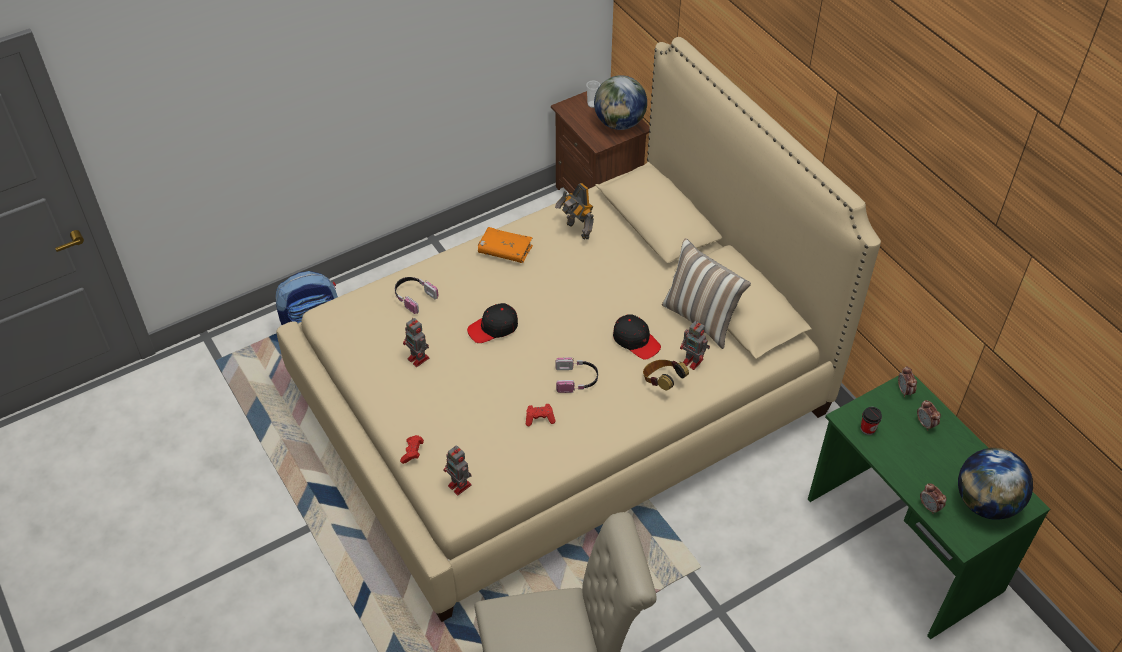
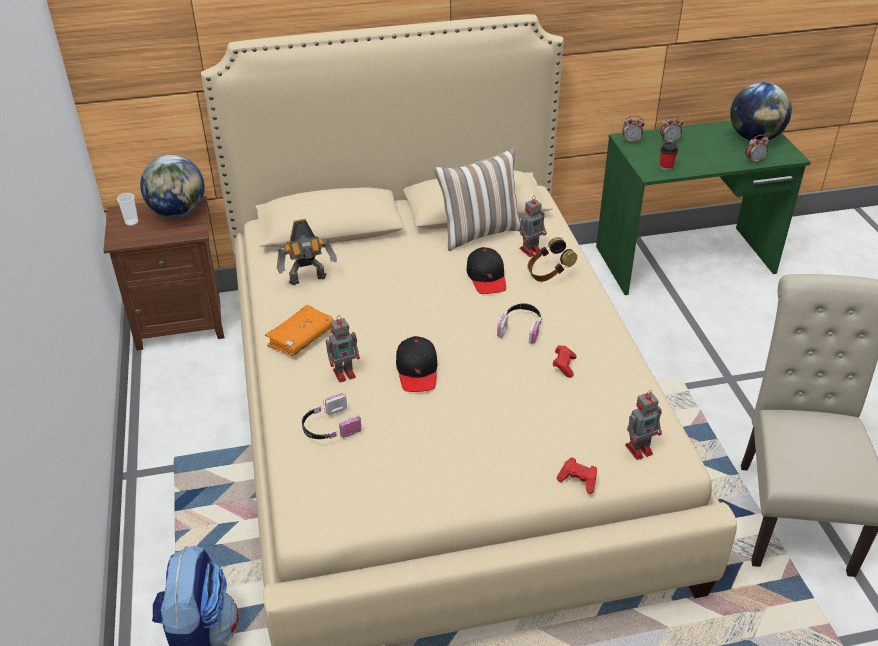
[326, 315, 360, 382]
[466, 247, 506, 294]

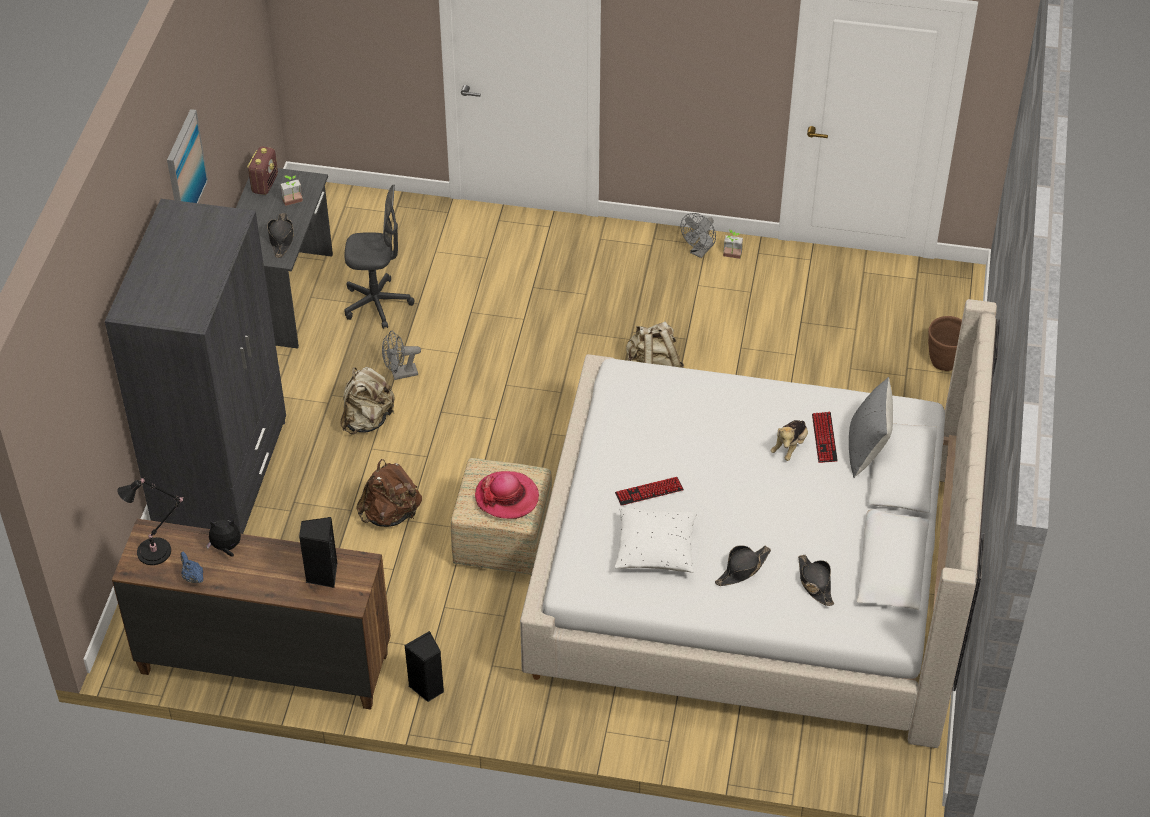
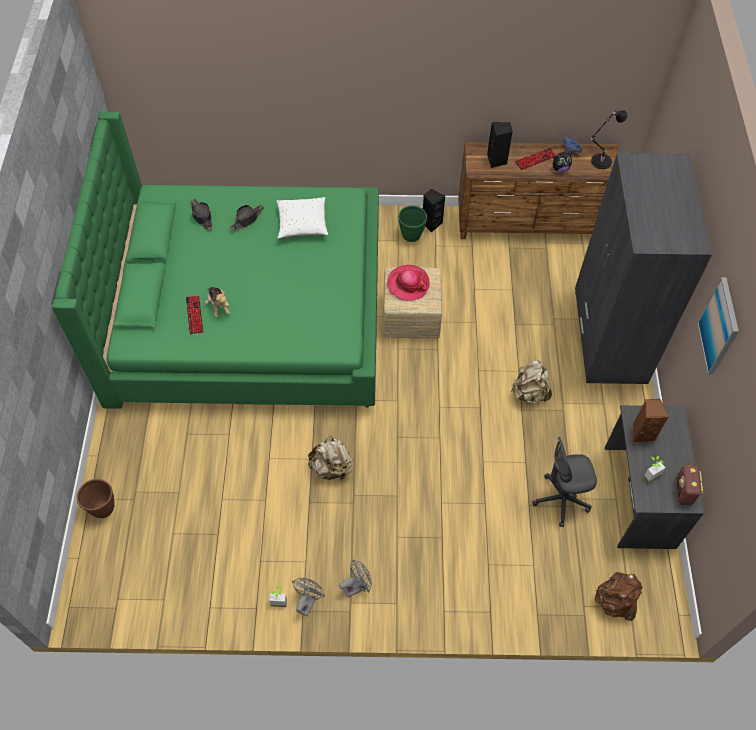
[849, 377, 893, 478] (first image)
[398, 205, 427, 242]
[595, 572, 643, 621]
[339, 560, 372, 598]
[515, 148, 556, 170]
[633, 399, 669, 443]
[52, 111, 379, 409]
[205, 287, 230, 317]

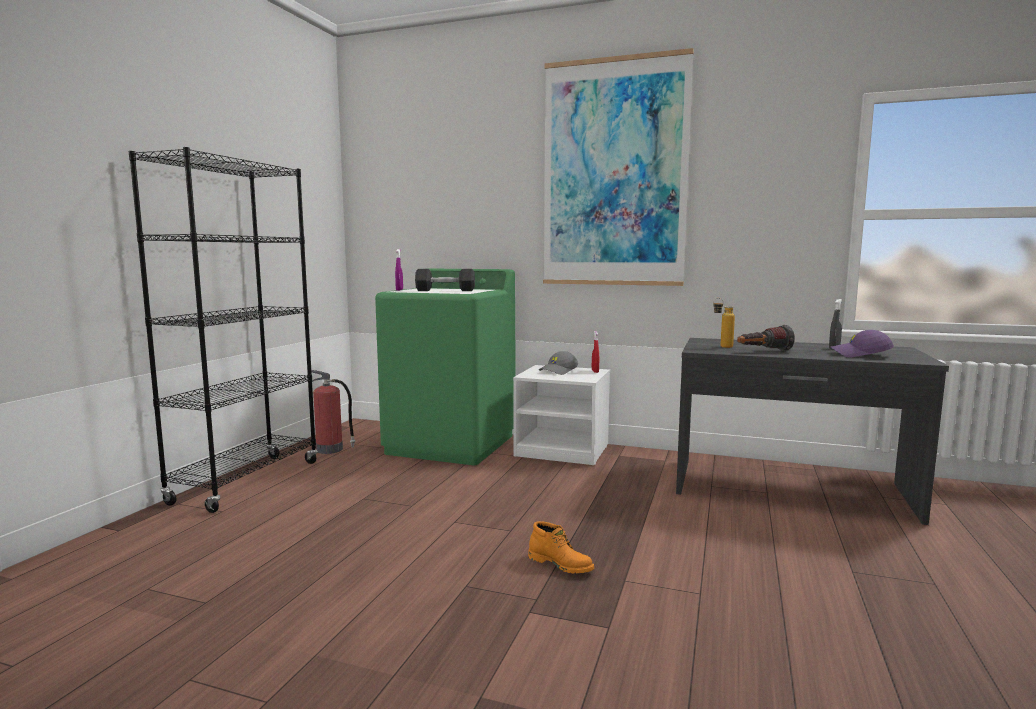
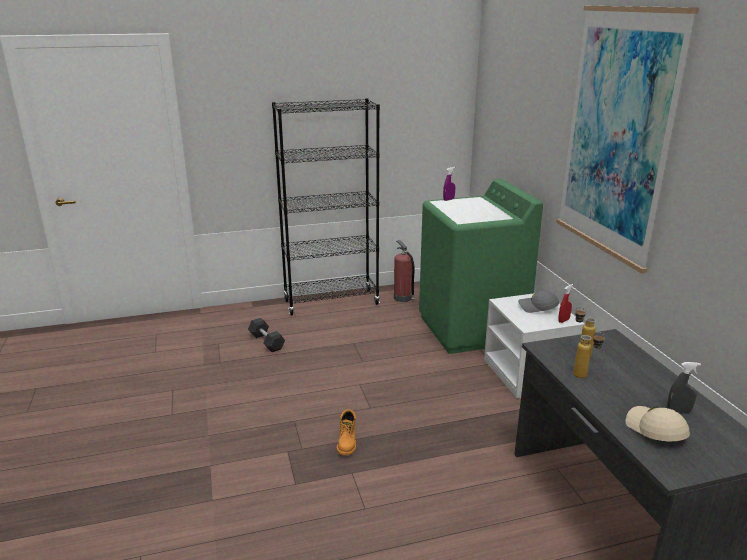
[248, 318, 285, 352]
[573, 332, 605, 378]
[625, 406, 690, 441]

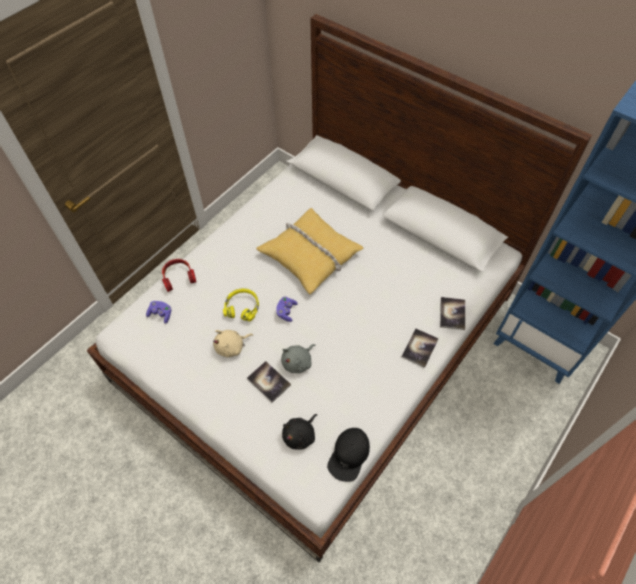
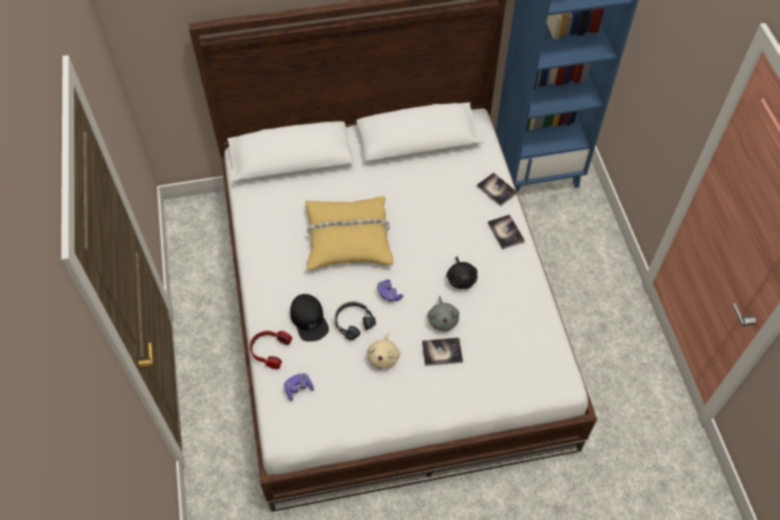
[446, 256, 477, 289]
[290, 294, 329, 342]
[335, 301, 376, 340]

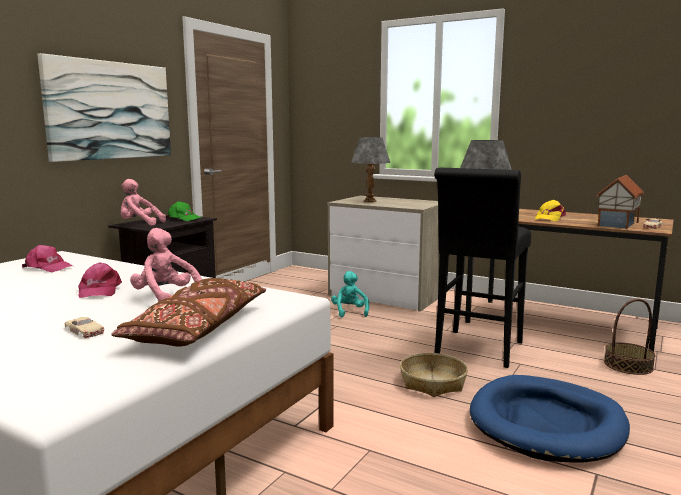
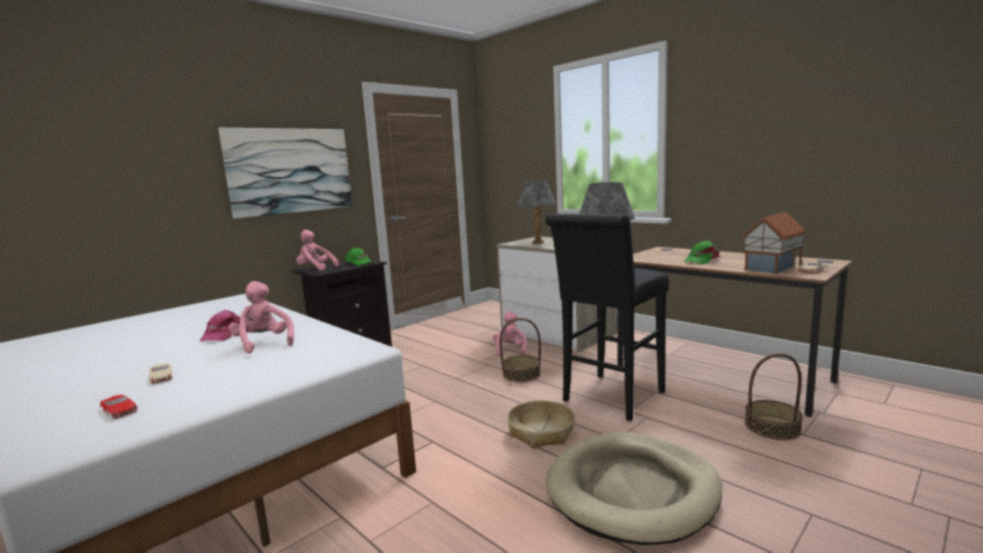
[22, 245, 74, 272] (first image)
[111, 278, 266, 347] (first image)
[100, 395, 138, 419]
[500, 318, 541, 382]
[493, 311, 527, 356]
[546, 432, 722, 545]
[684, 240, 719, 264]

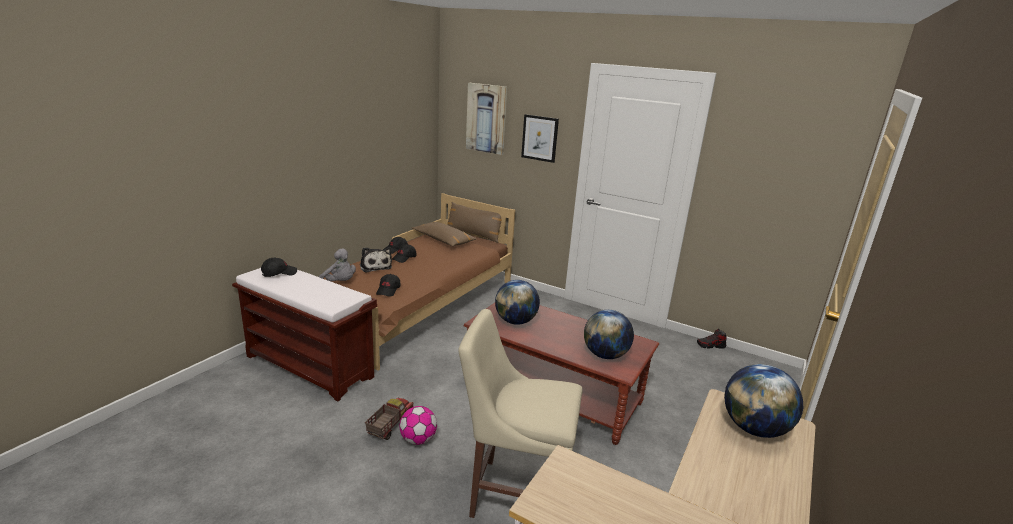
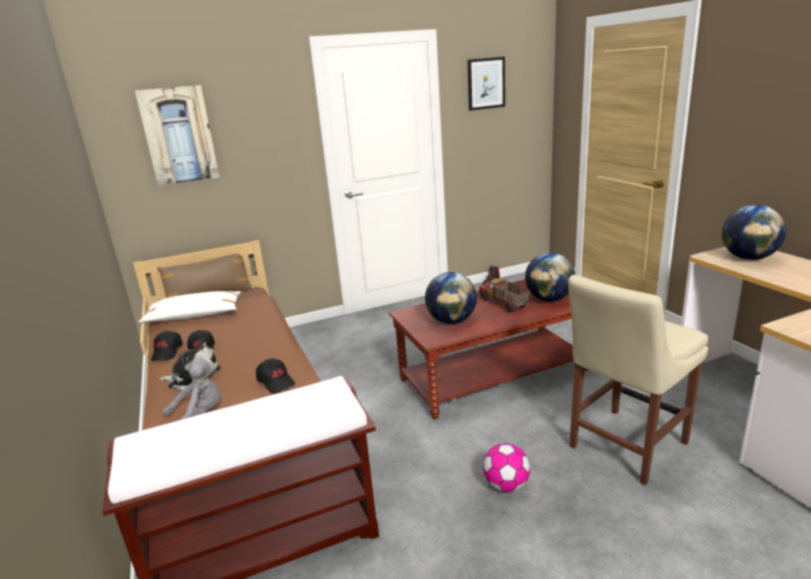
[261, 257, 297, 277] (first image)
[479, 278, 530, 312]
[467, 57, 505, 111]
[138, 291, 241, 322]

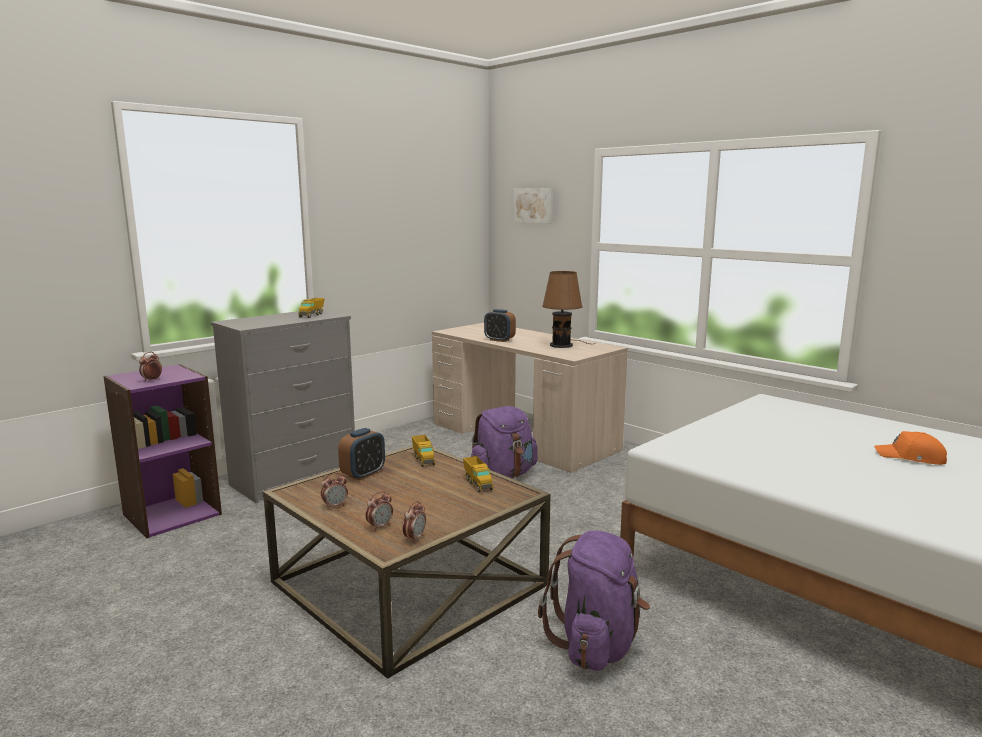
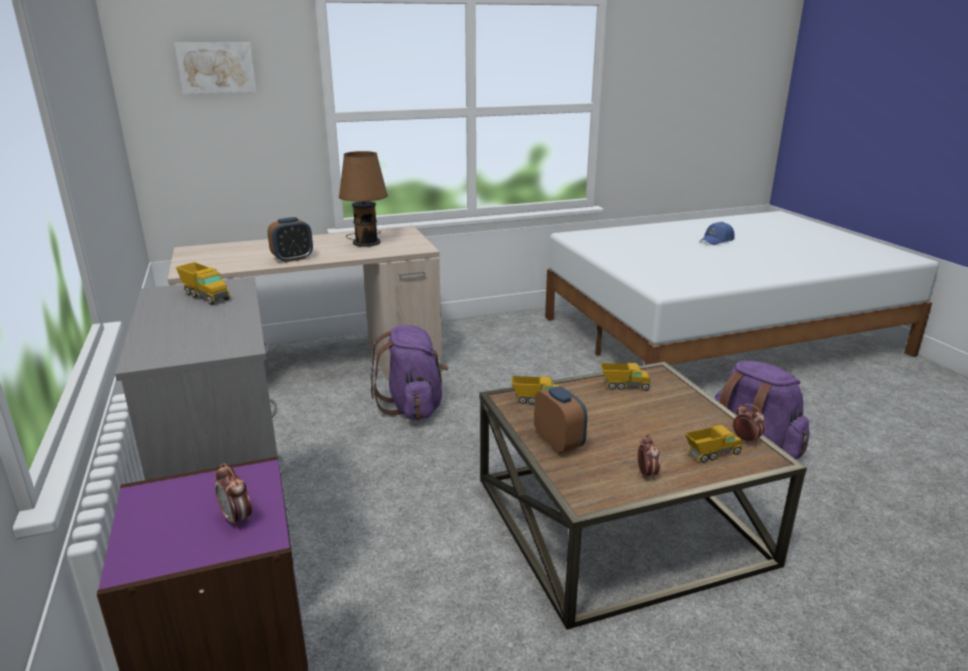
[685, 425, 742, 463]
[700, 222, 735, 245]

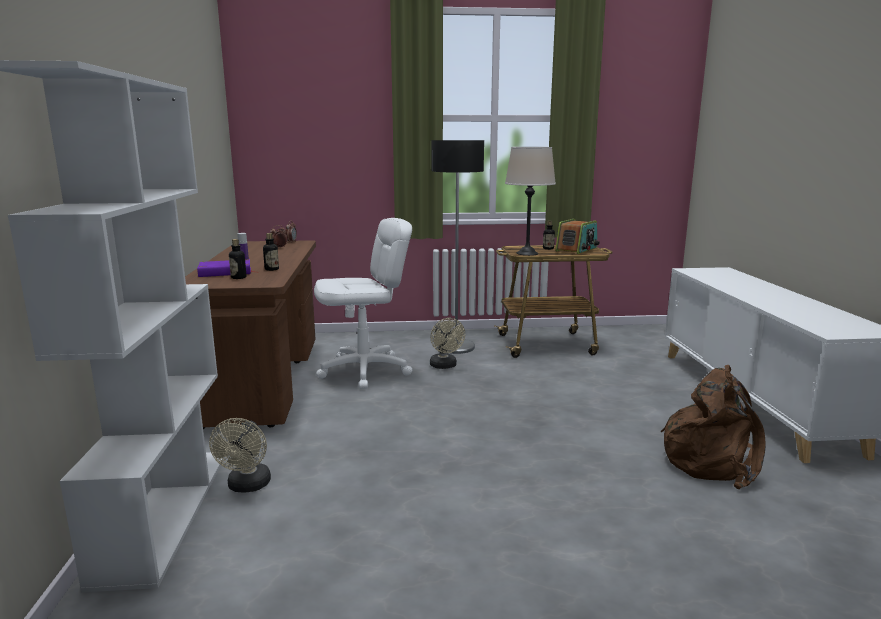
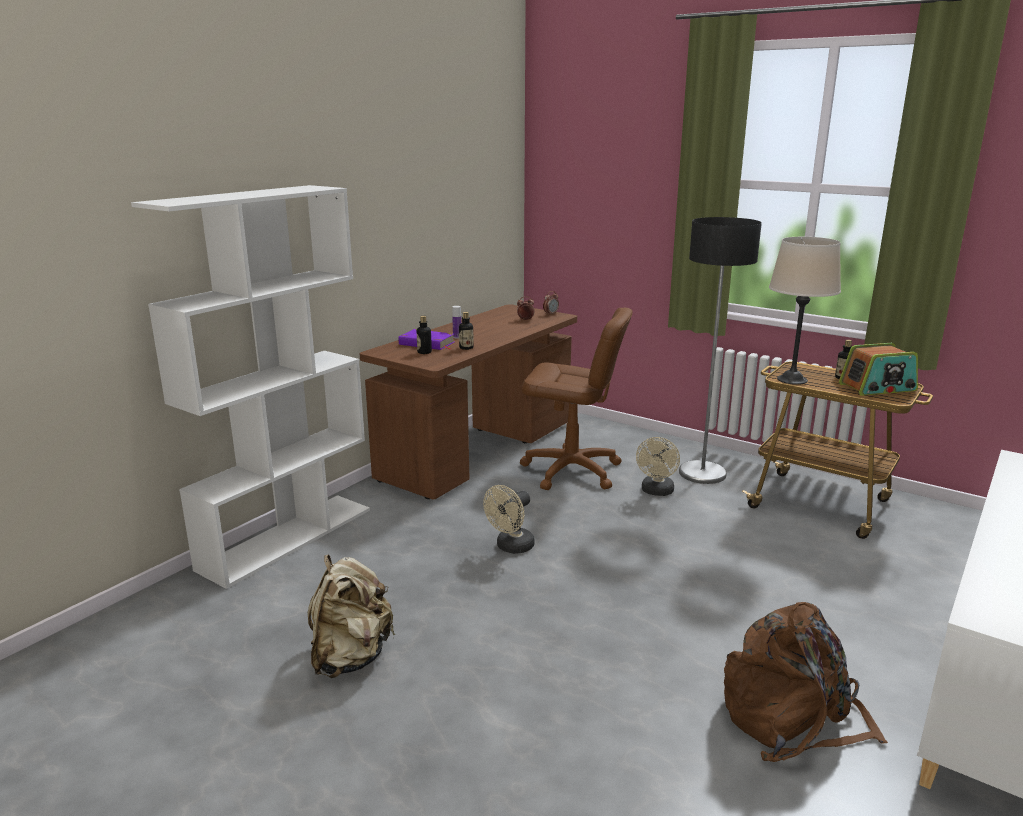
[308, 554, 395, 678]
[483, 485, 535, 554]
[520, 308, 633, 490]

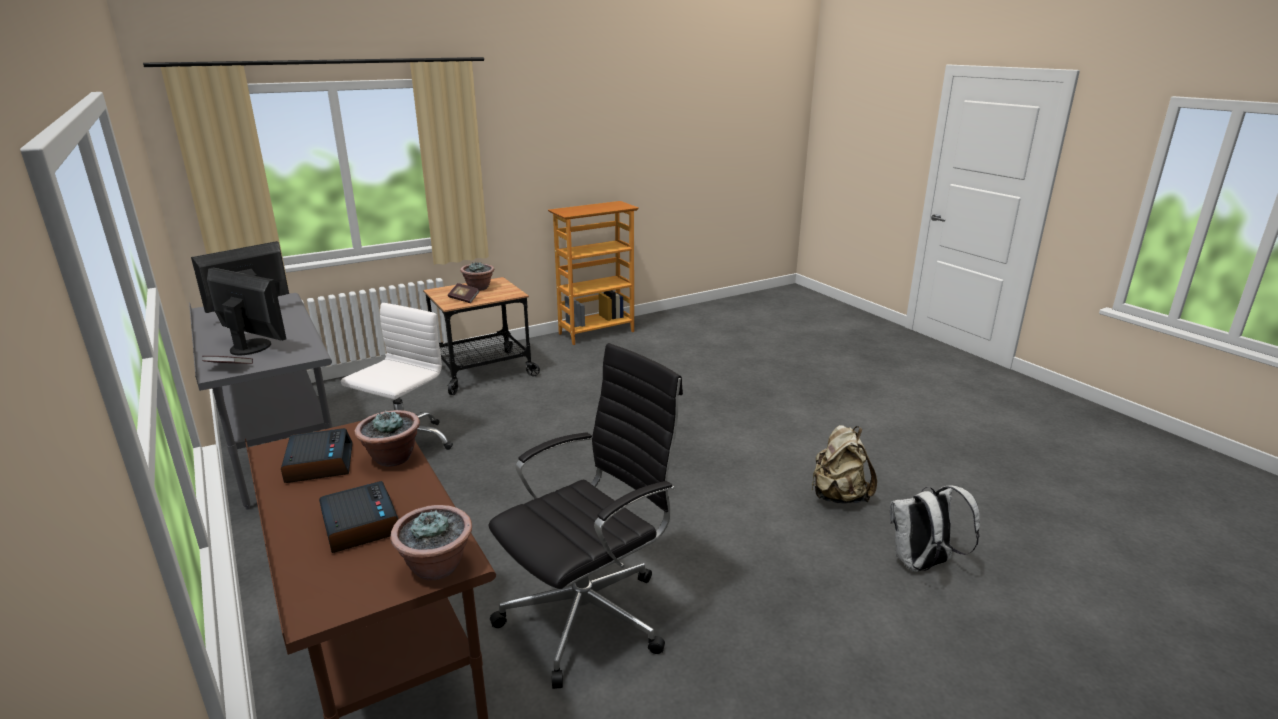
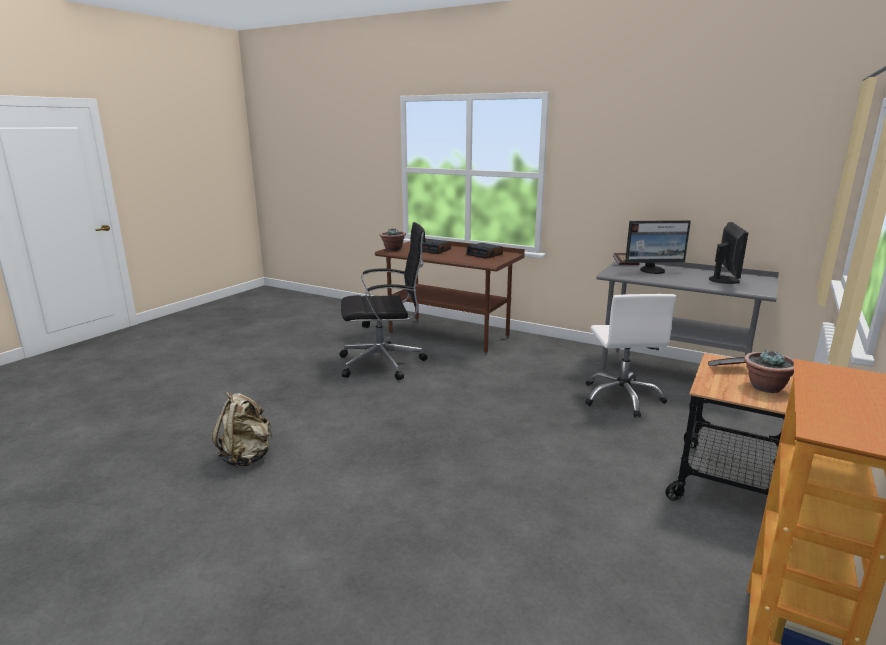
[355, 410, 420, 467] (first image)
[890, 485, 980, 572] (first image)
[339, 222, 428, 380]

